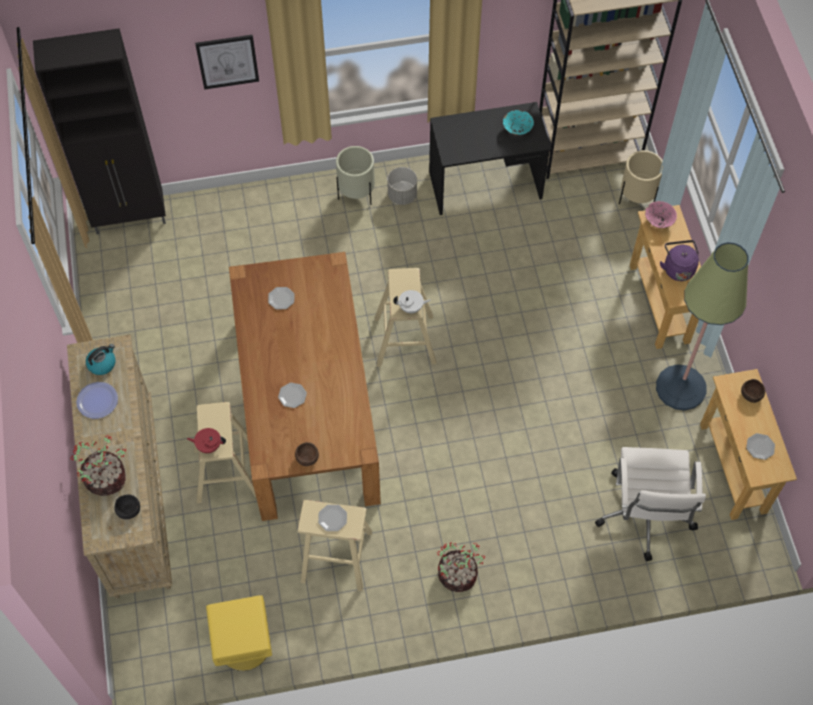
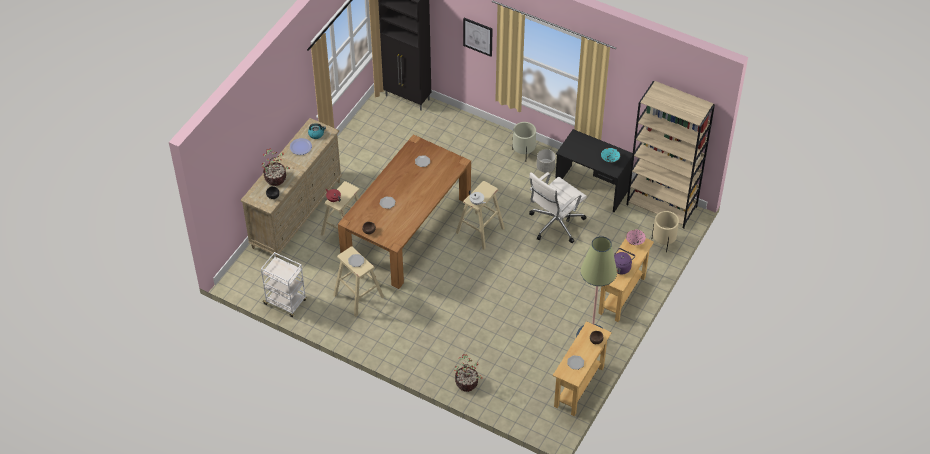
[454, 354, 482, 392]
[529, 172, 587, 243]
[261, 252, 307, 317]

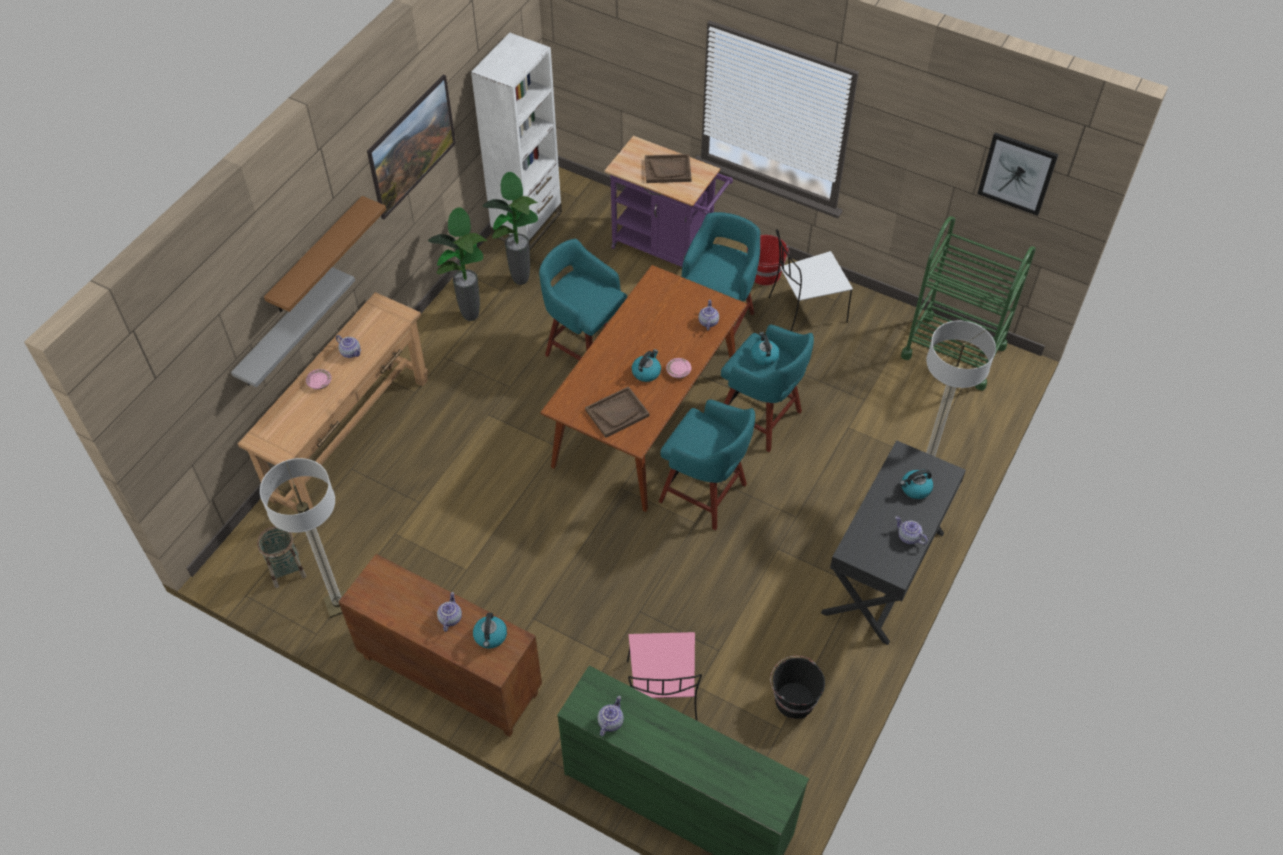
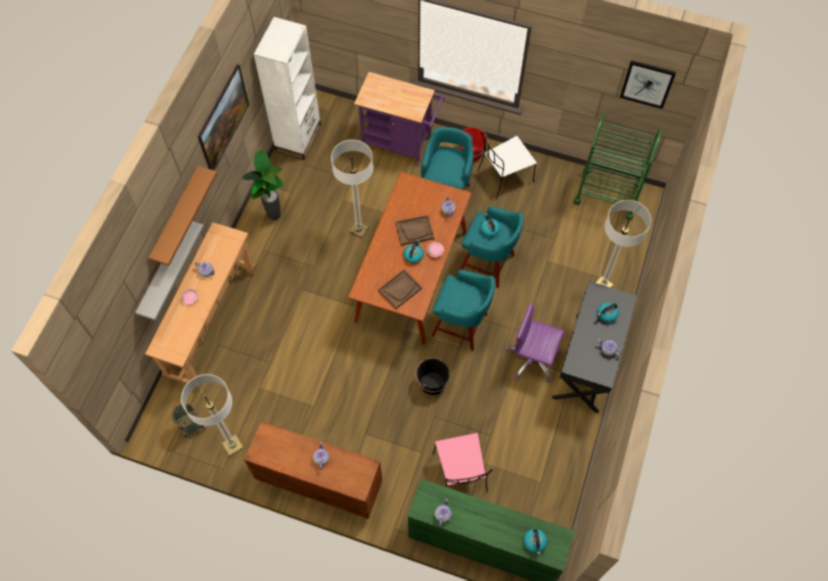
[483, 172, 538, 285] (first image)
[505, 303, 564, 383]
[524, 529, 547, 555]
[395, 215, 434, 245]
[415, 357, 449, 395]
[331, 140, 373, 238]

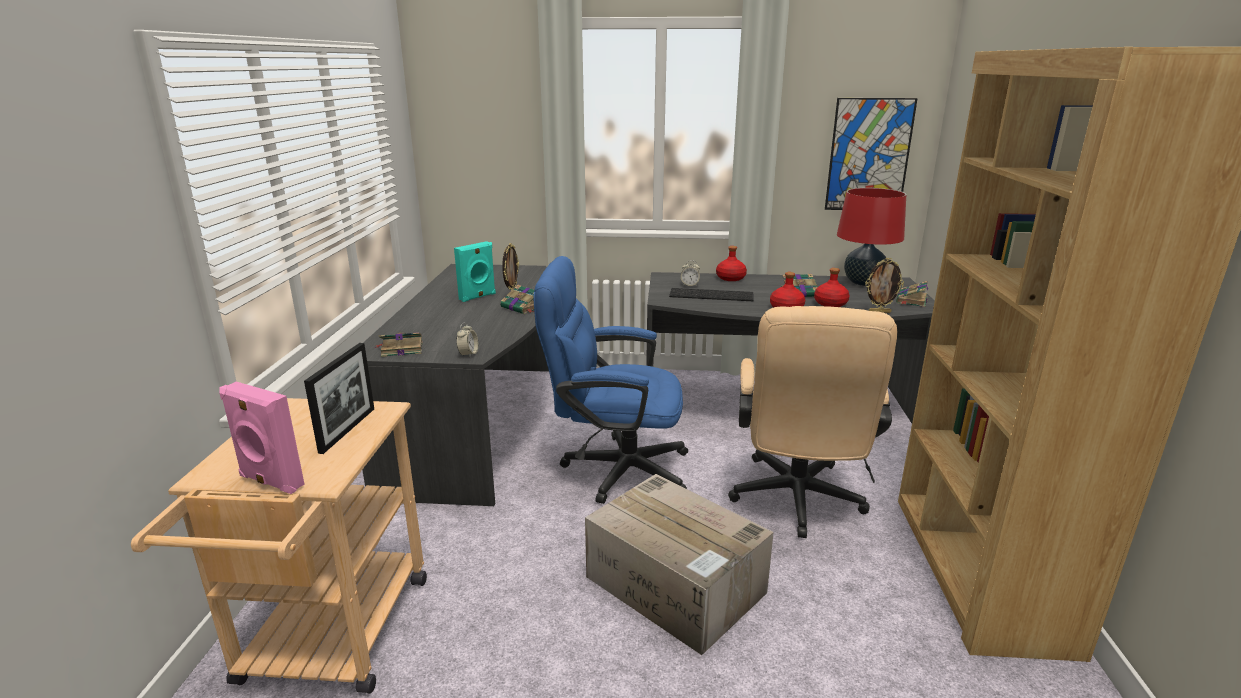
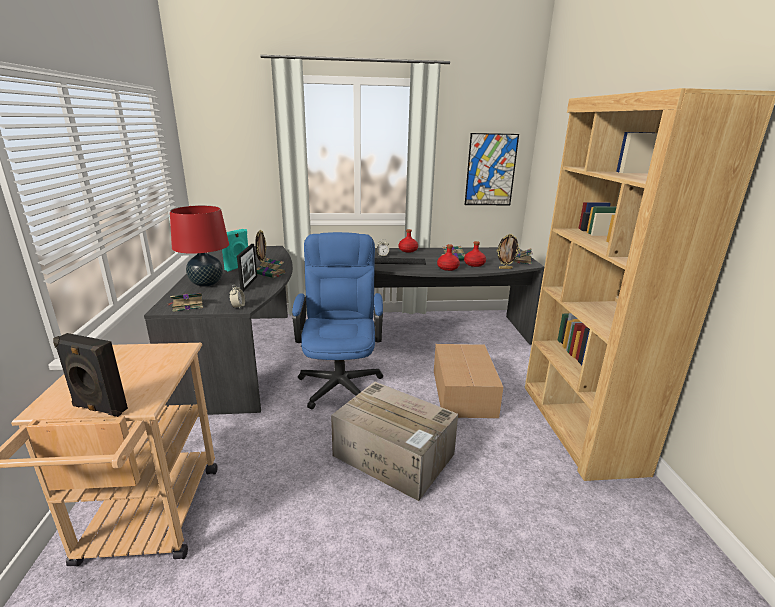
[237, 244, 257, 292]
[170, 205, 229, 287]
[434, 344, 503, 418]
[53, 333, 128, 417]
[292, 232, 383, 409]

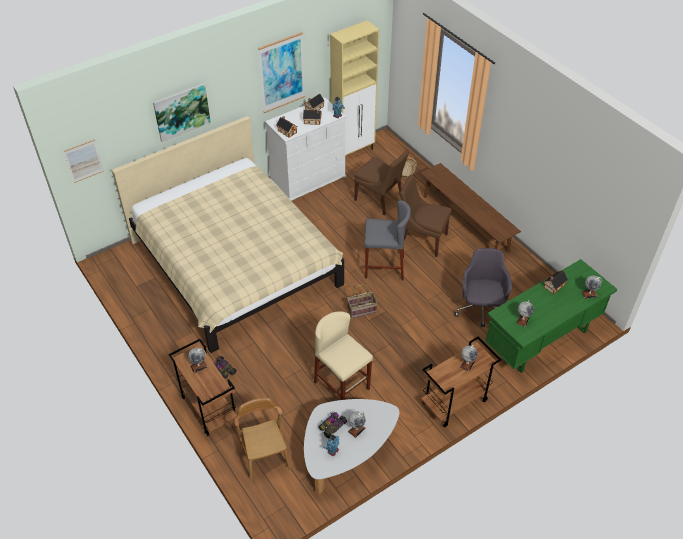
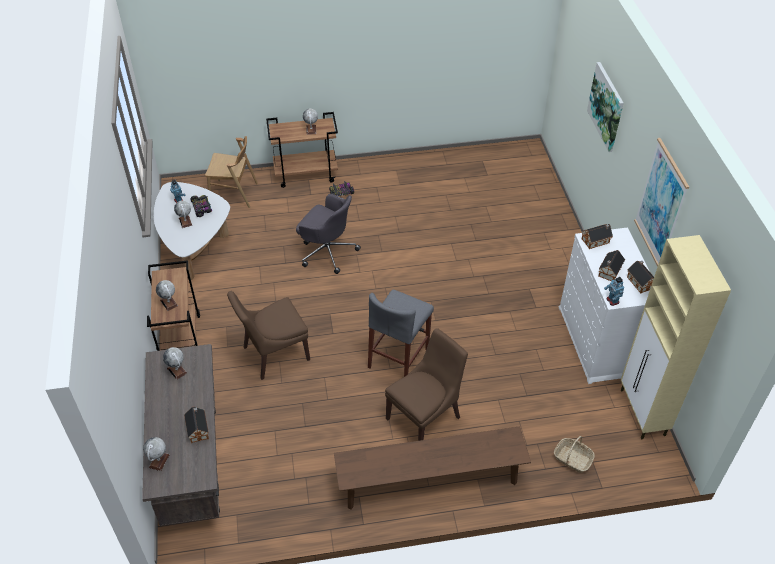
[64, 139, 104, 183] (first image)
[112, 116, 344, 353] (first image)
[314, 311, 373, 400] (first image)
[347, 284, 378, 318] (first image)
[227, 291, 310, 380]
[296, 194, 361, 274]
[142, 344, 220, 526]

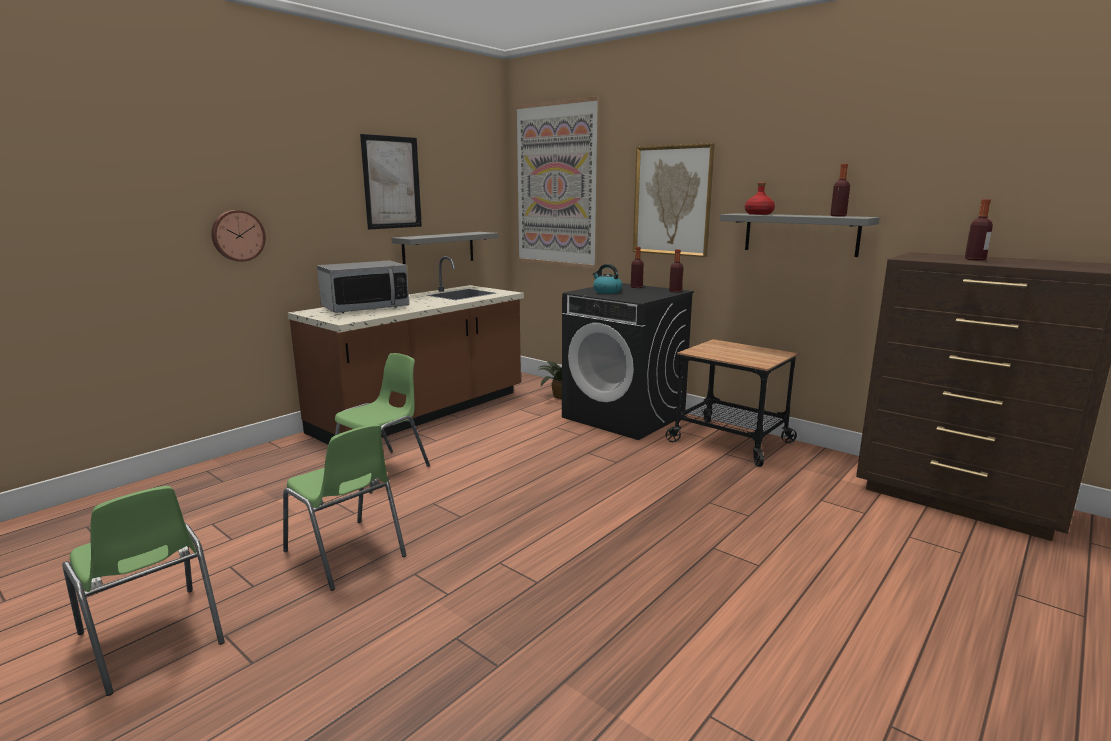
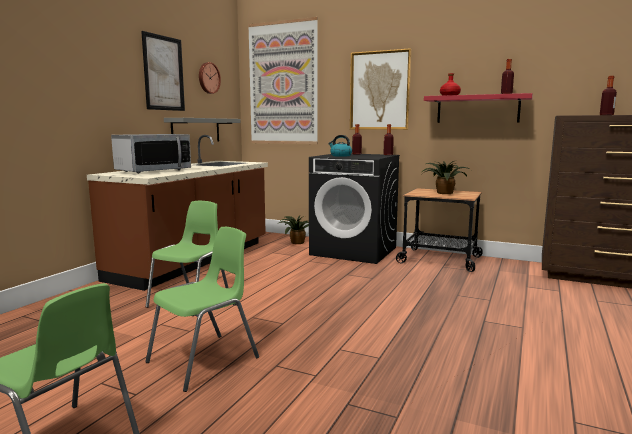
[422, 161, 471, 194]
[199, 62, 221, 94]
[424, 93, 533, 123]
[145, 227, 259, 392]

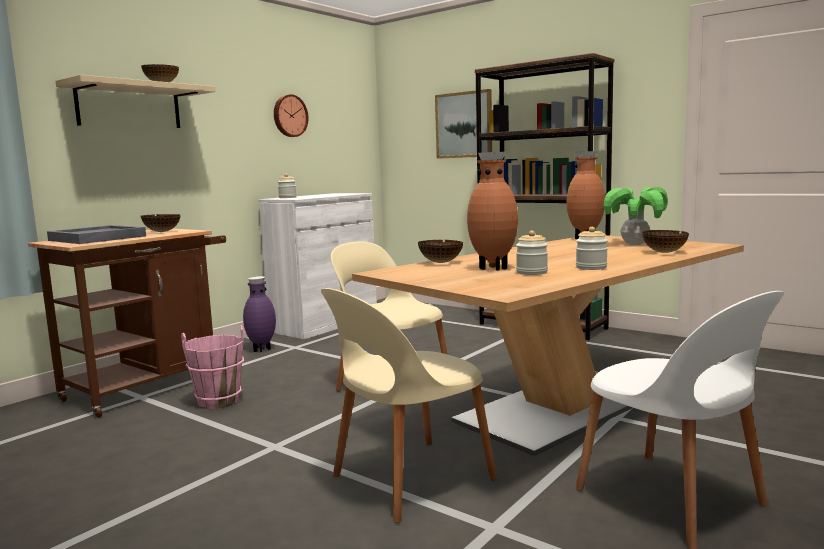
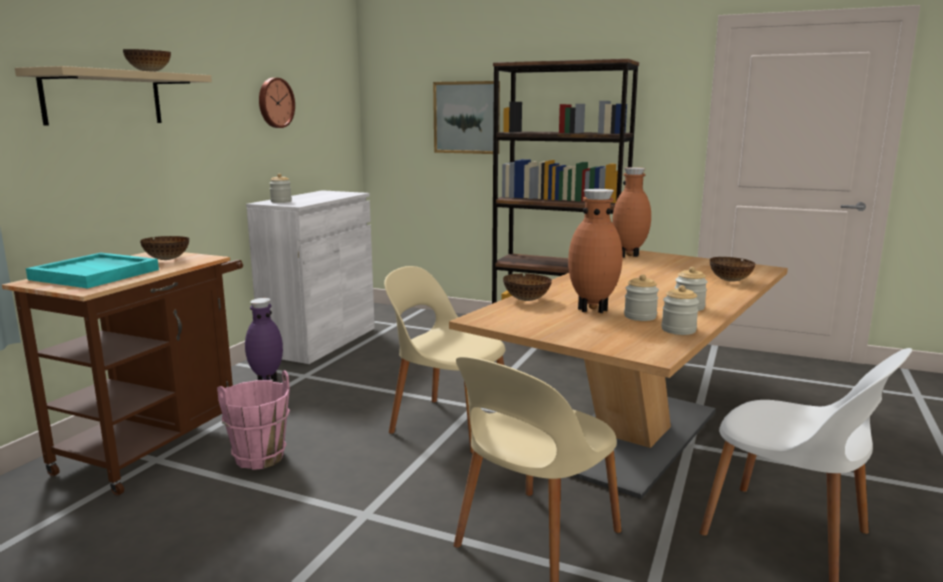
[604, 187, 668, 245] (first image)
[661, 285, 699, 335]
[26, 253, 159, 288]

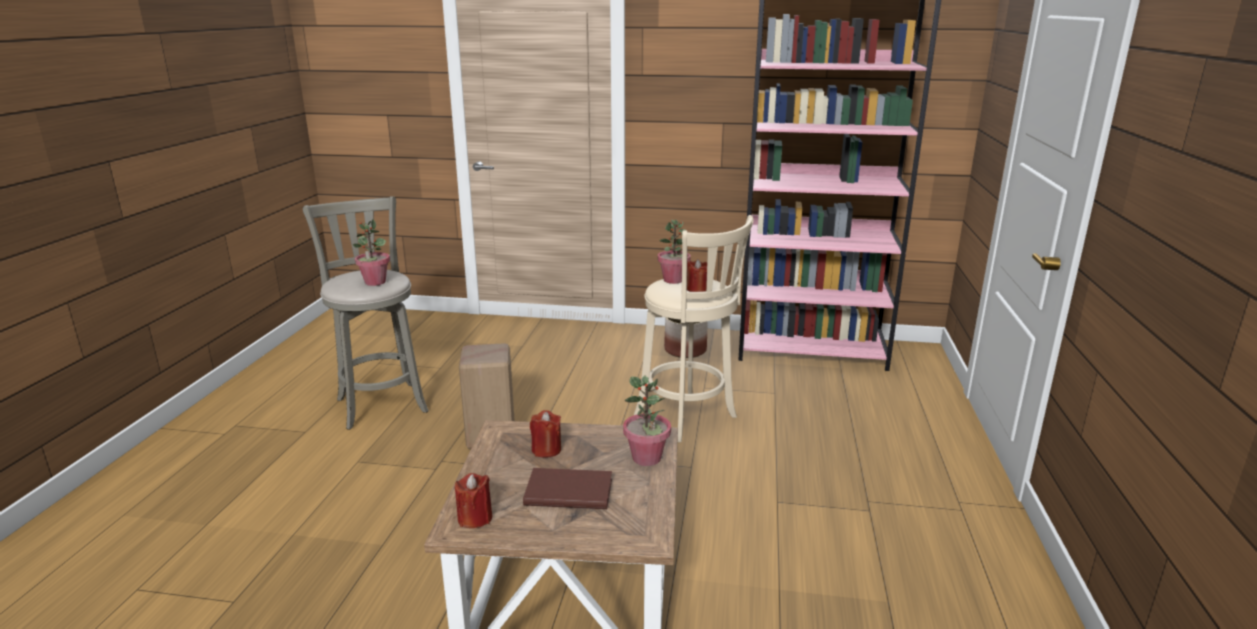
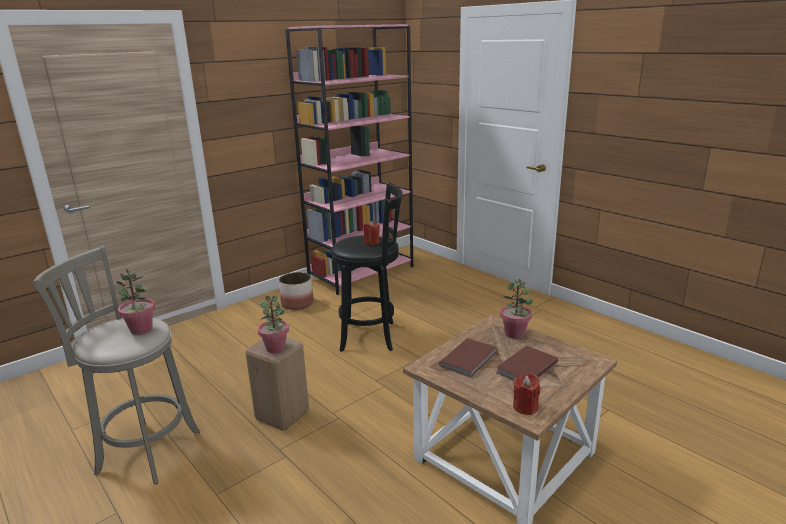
[258, 296, 289, 353]
[439, 338, 497, 377]
[331, 182, 403, 352]

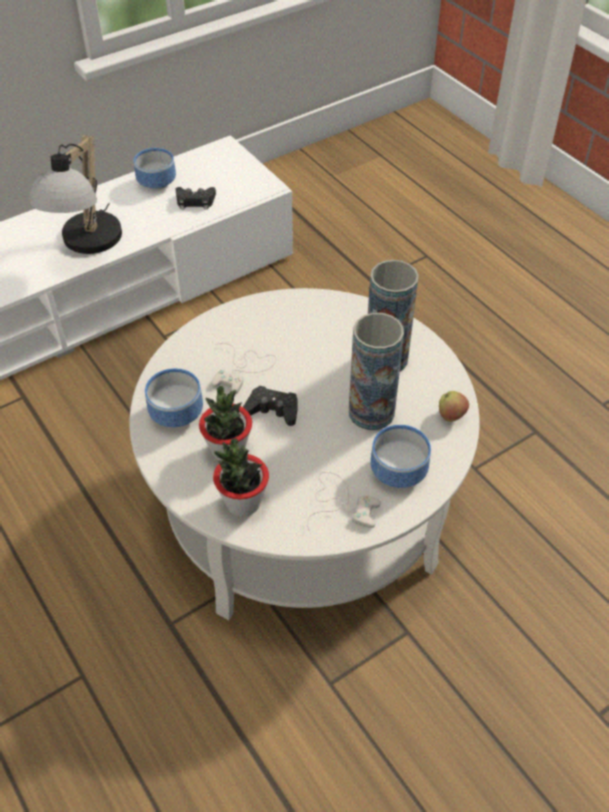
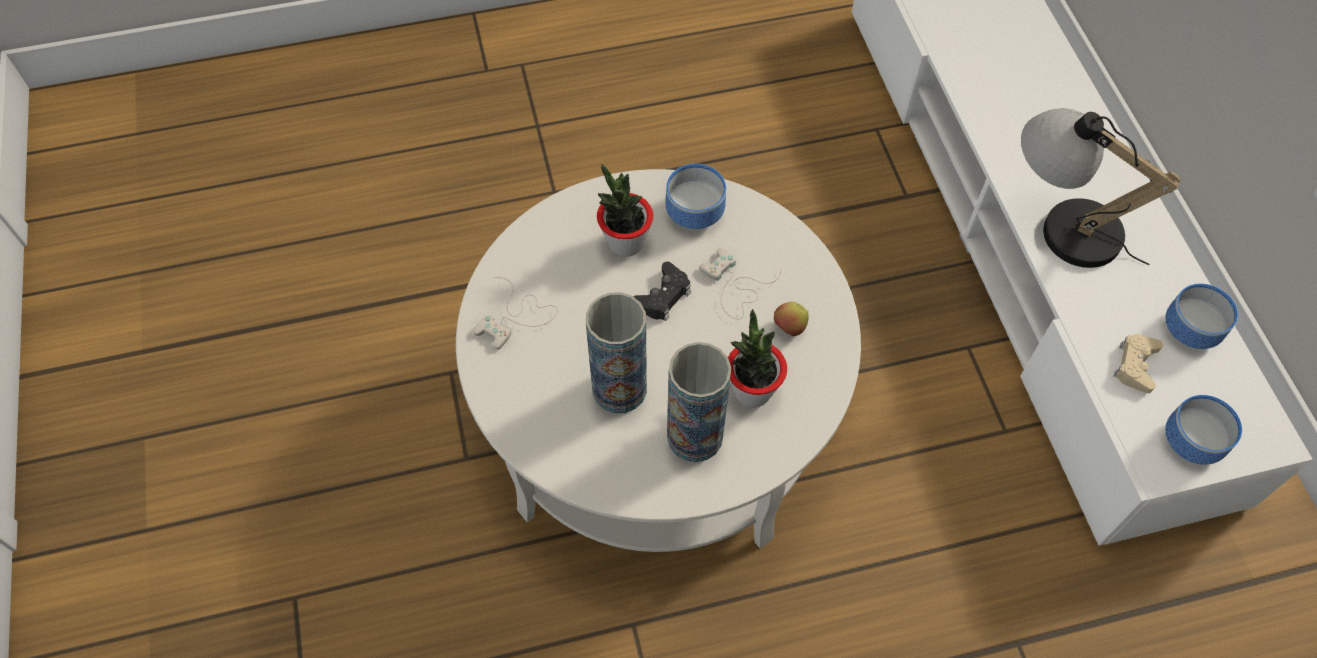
[728, 309, 787, 407]
[1165, 395, 1242, 465]
[774, 302, 809, 336]
[1114, 334, 1163, 393]

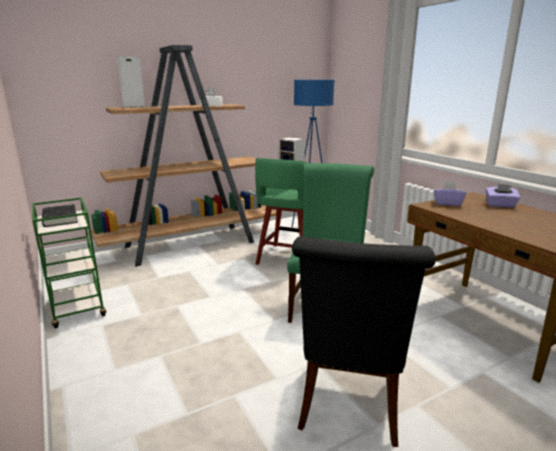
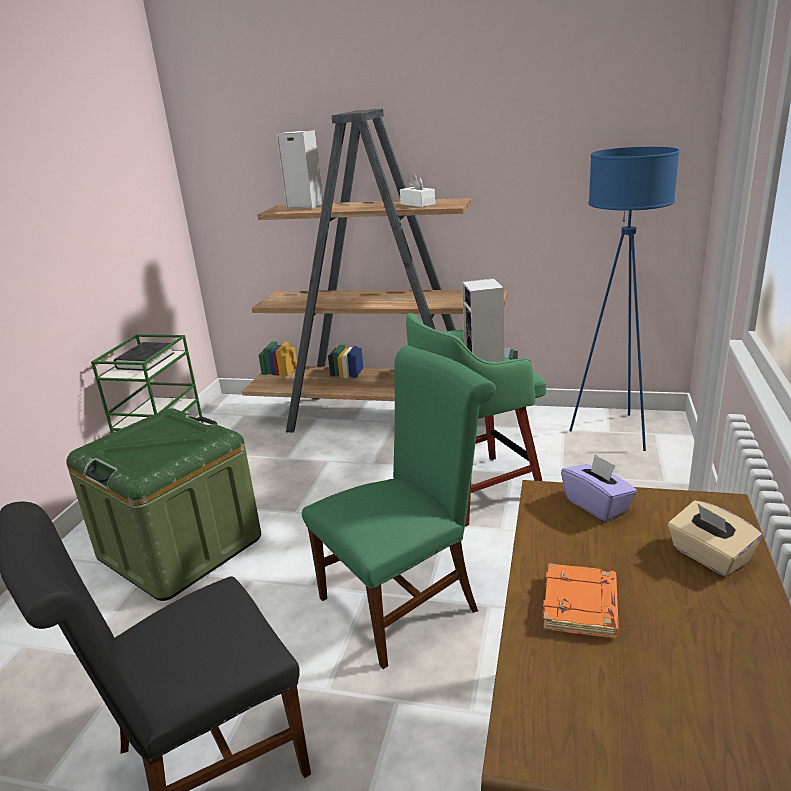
[66, 408, 261, 601]
[542, 563, 619, 638]
[668, 500, 762, 576]

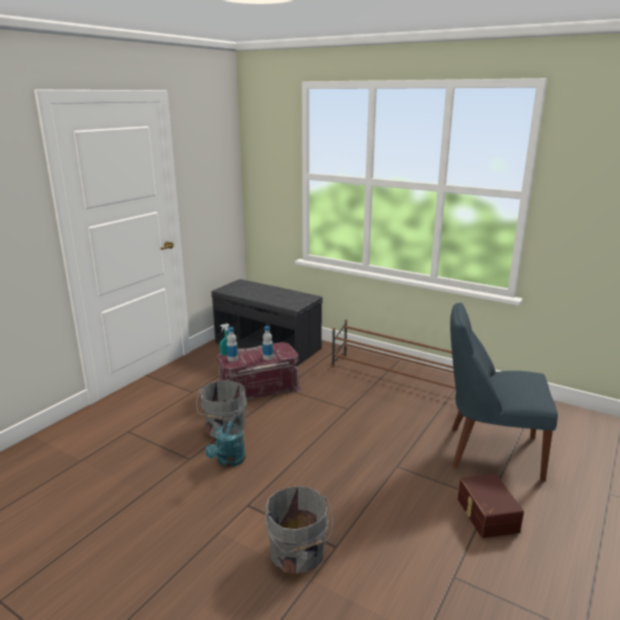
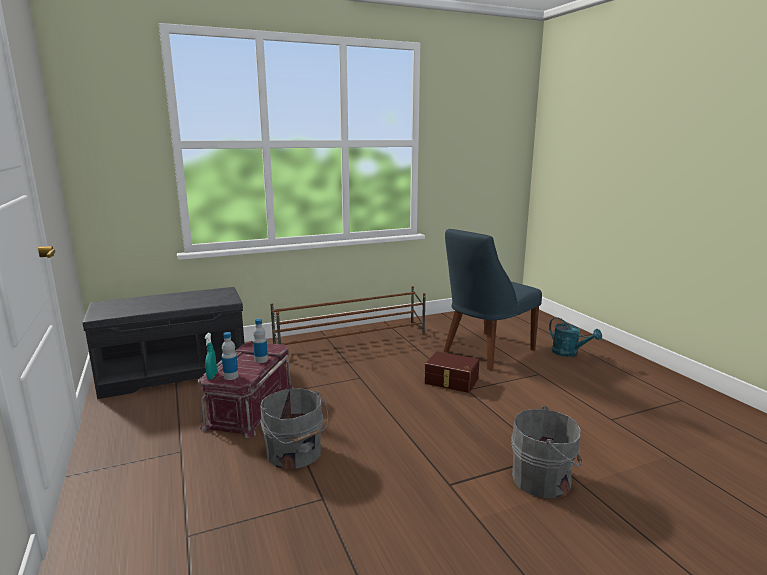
[549, 317, 602, 357]
[424, 351, 479, 393]

